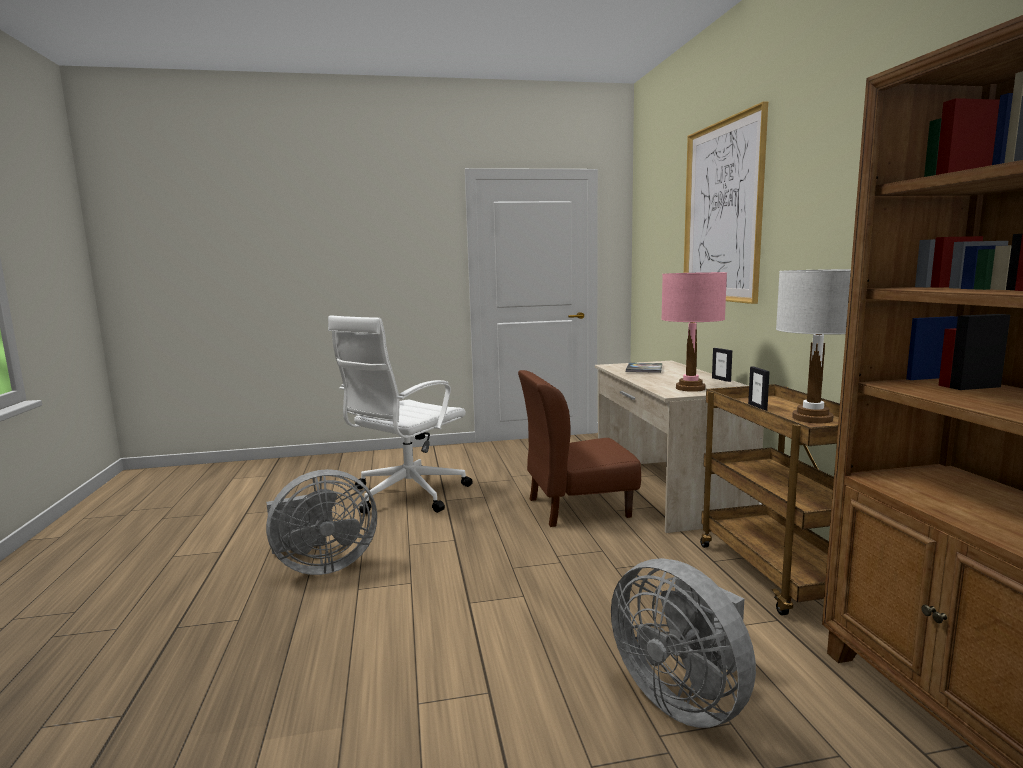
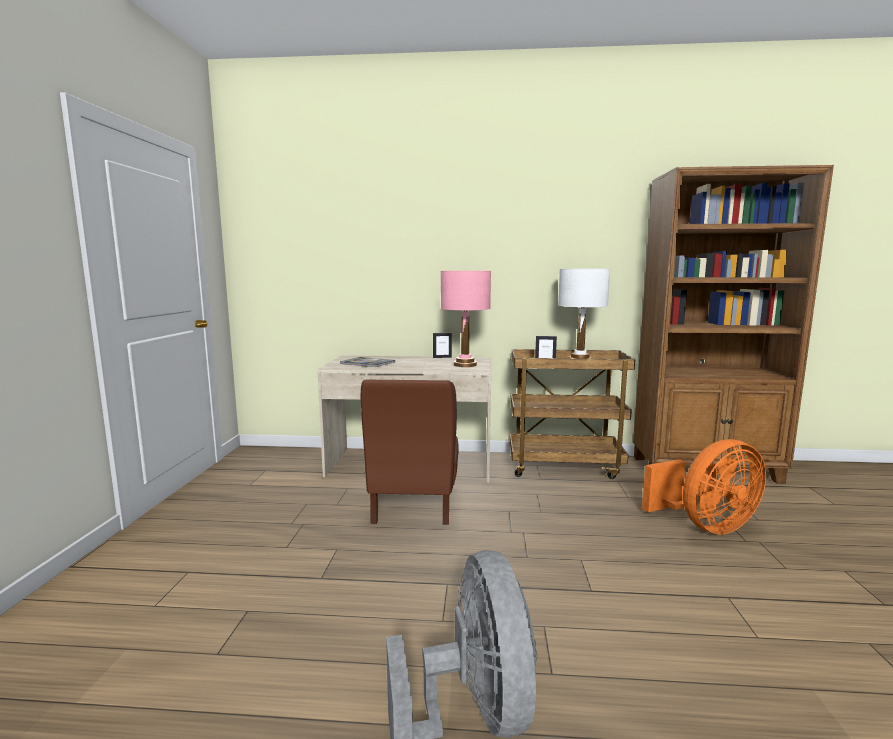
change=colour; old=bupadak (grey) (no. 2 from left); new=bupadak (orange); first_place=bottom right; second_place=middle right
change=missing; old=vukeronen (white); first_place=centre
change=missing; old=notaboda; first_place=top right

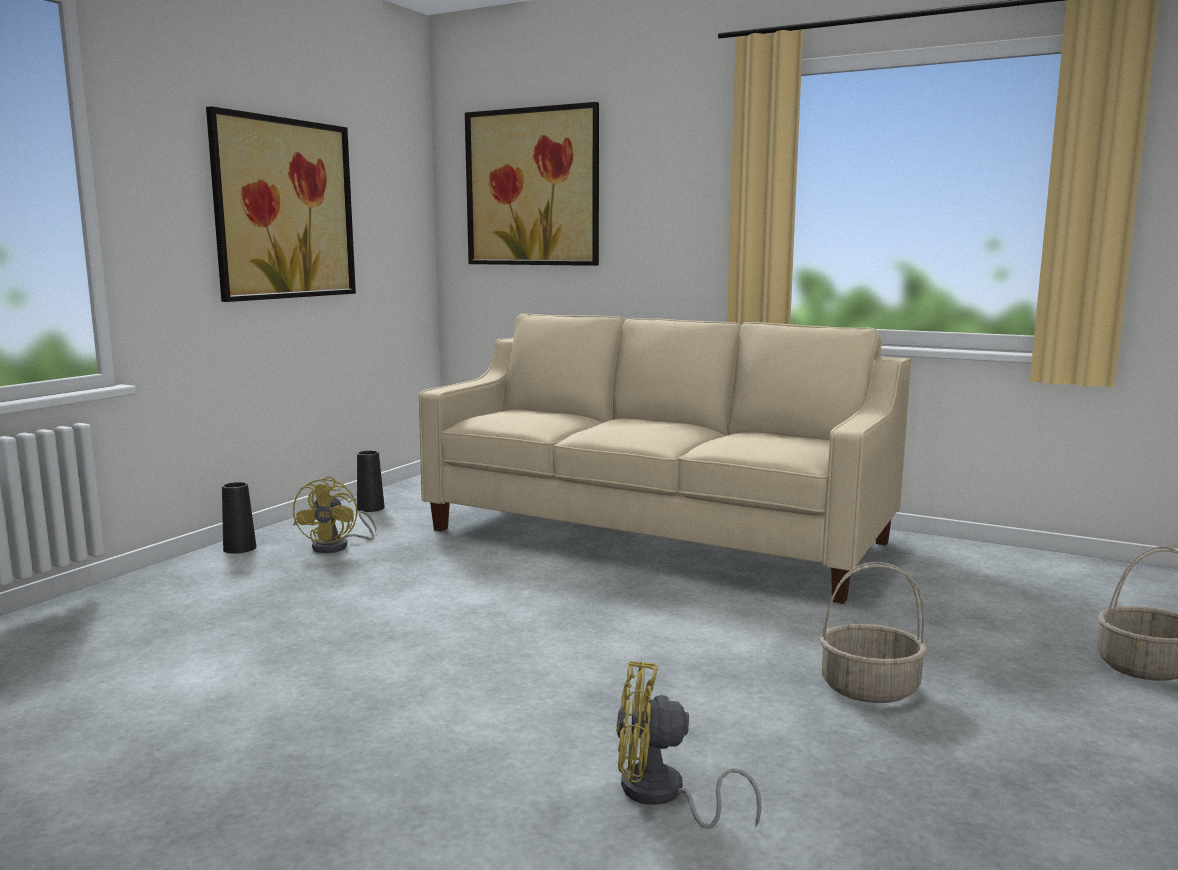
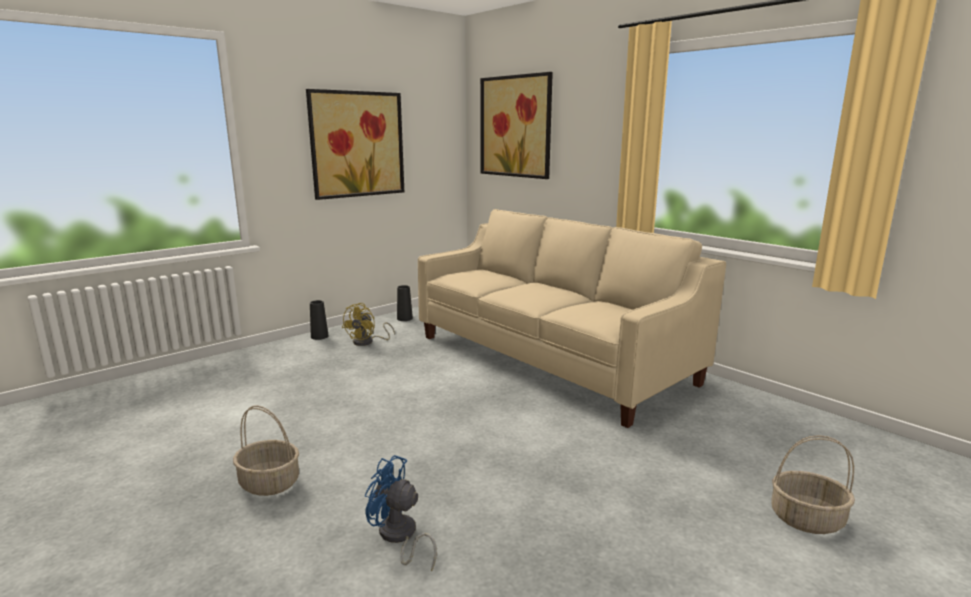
change=relocated; old=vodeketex (no. 1 from left); first_place=bottom right; second_place=bottom left
change=colour; old=bupadak (yellow) (no. 2 from left); new=bupadak (blue); first_place=bottom centre; second_place=bottom centre

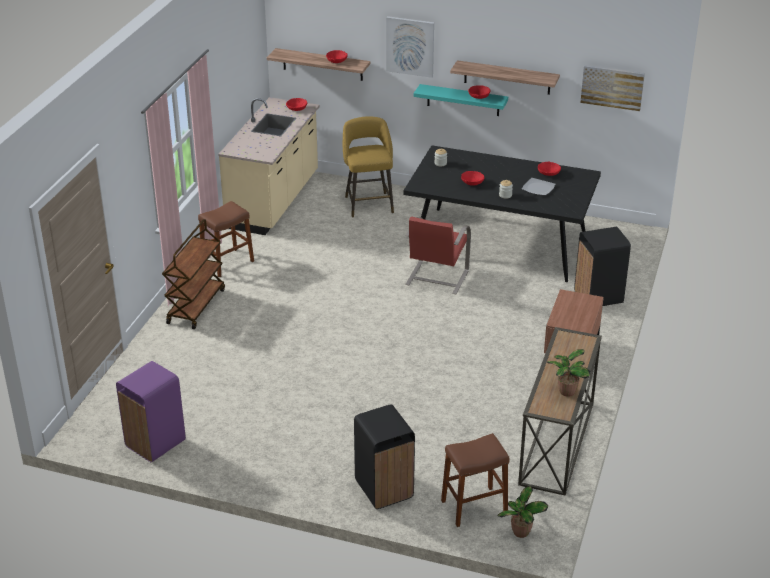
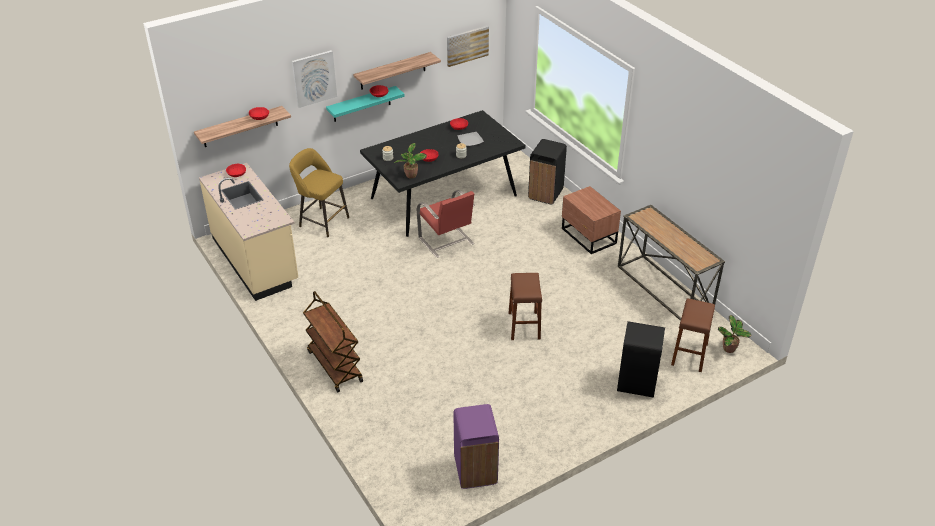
change=relocated; old=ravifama (no. 2 from left in the first image); new=ravifama (no. 1 from left); first_place=middle right; second_place=top centre
change=relocated; old=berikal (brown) (no. 1 from left); first_place=middle left; second_place=centre

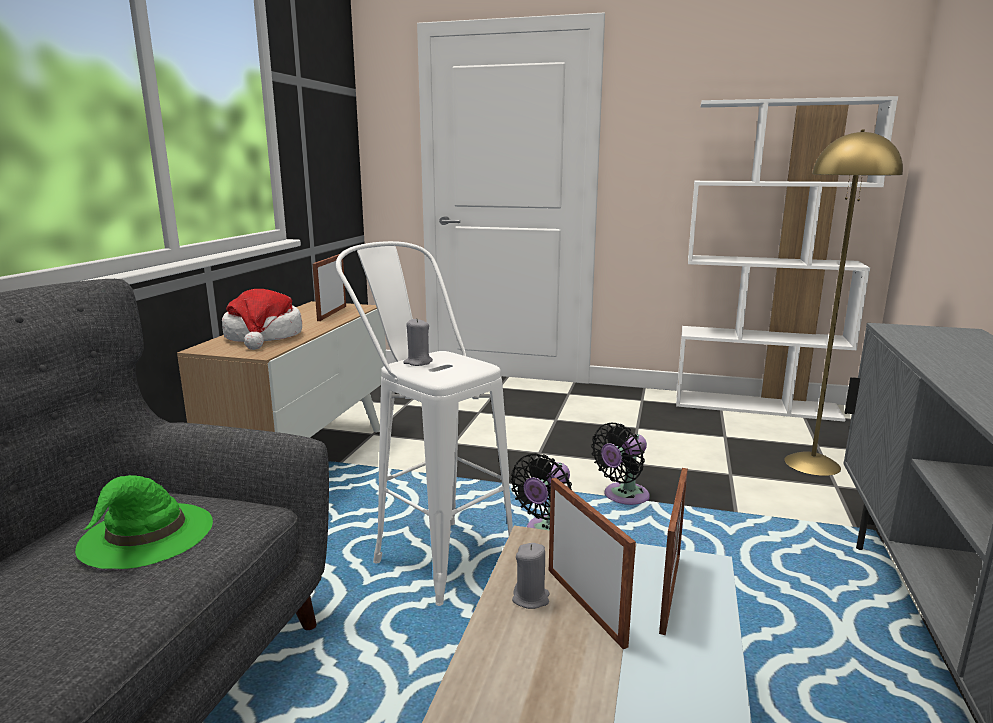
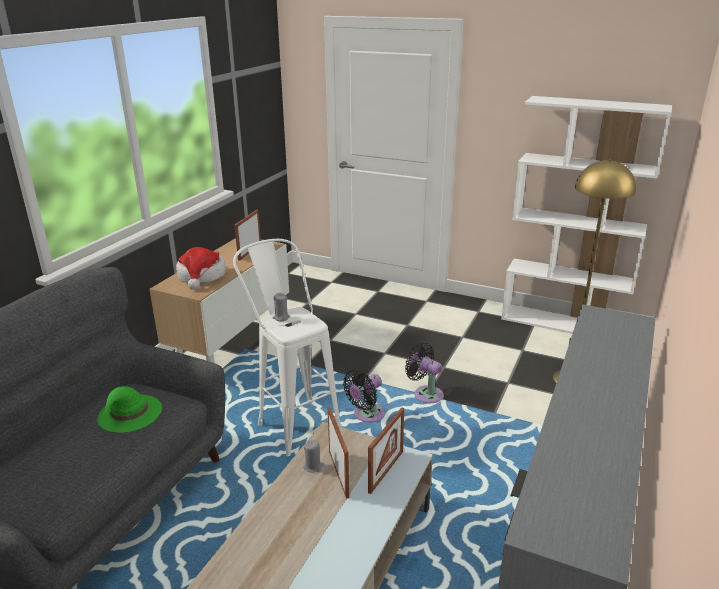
change=spun; old=bupadak (black) (no. 2 from left); first_place=centre; second_place=centre; degrees=75

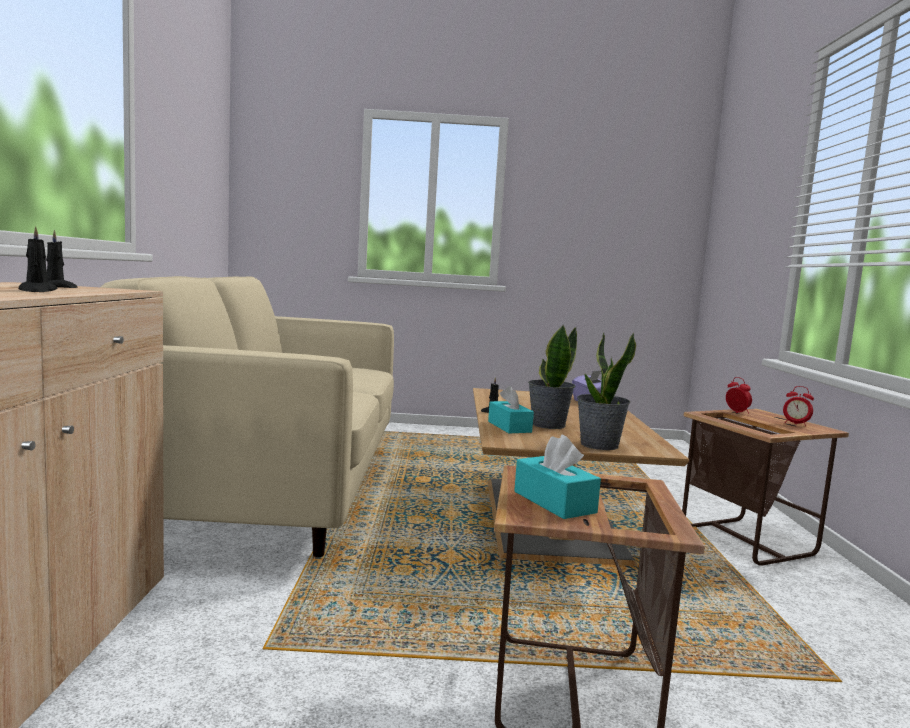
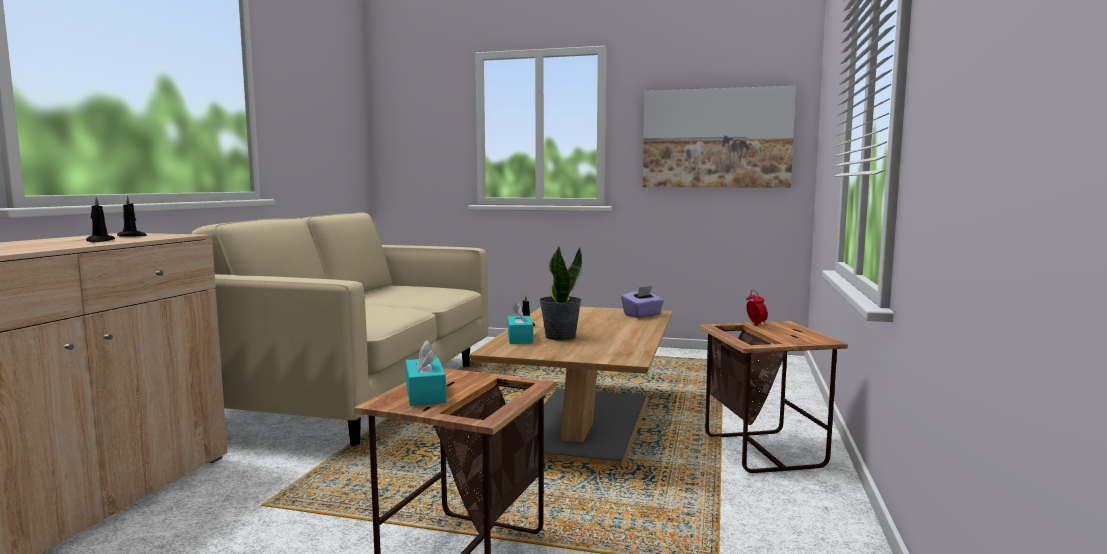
change=appeared; new=notaboda; second_place=top centre
change=missing; old=ravifama (no. 2 from left); first_place=centre
change=missing; old=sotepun (no. 2 from left); first_place=middle right

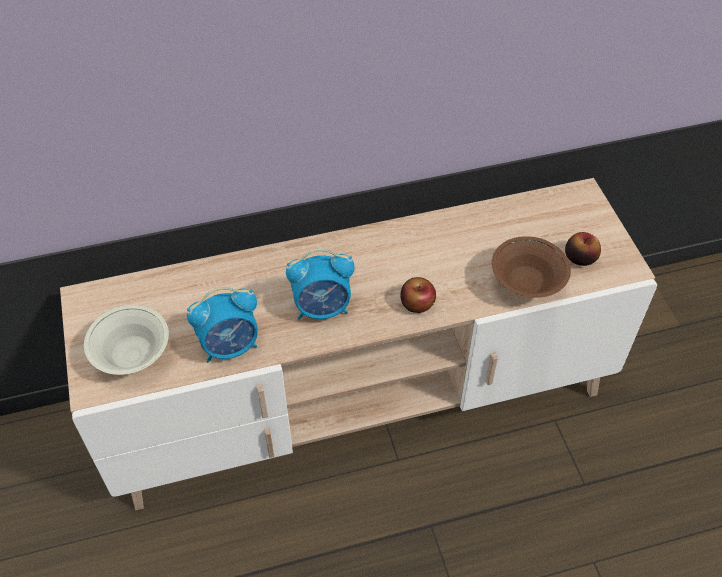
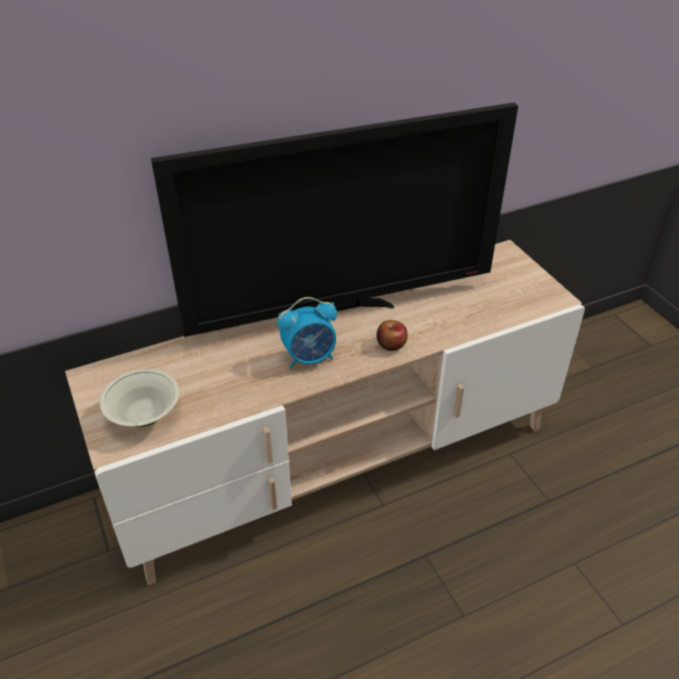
change=appeared; new=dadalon; second_place=top centre
change=missing; old=sotepun (no. 1 from left); first_place=middle left
change=missing; old=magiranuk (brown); first_place=middle right
change=missing; old=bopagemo (no. 2 from left); first_place=middle right

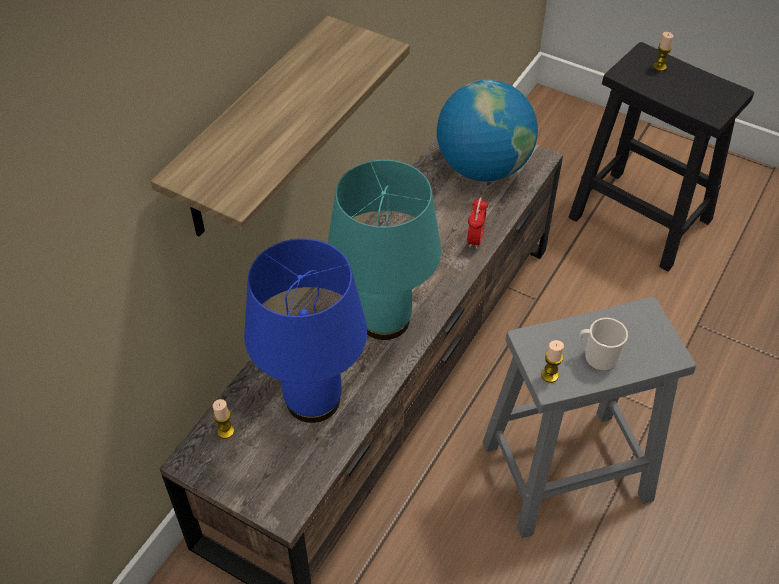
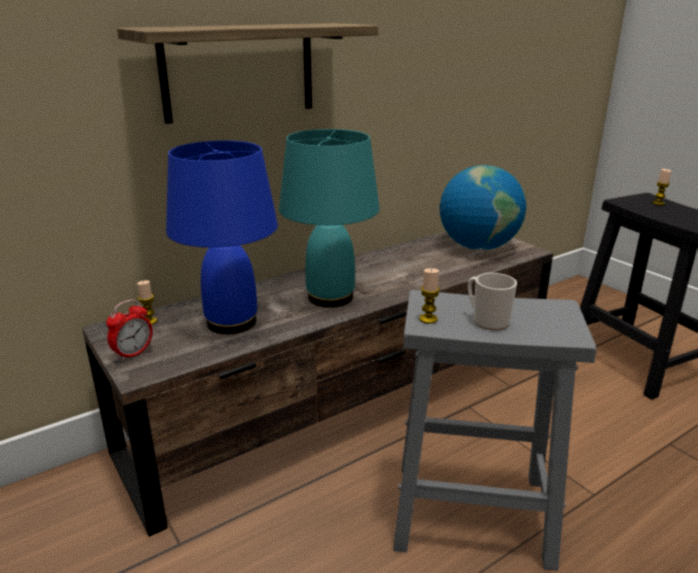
change=relocated; old=sotepun; first_place=centre; second_place=middle left

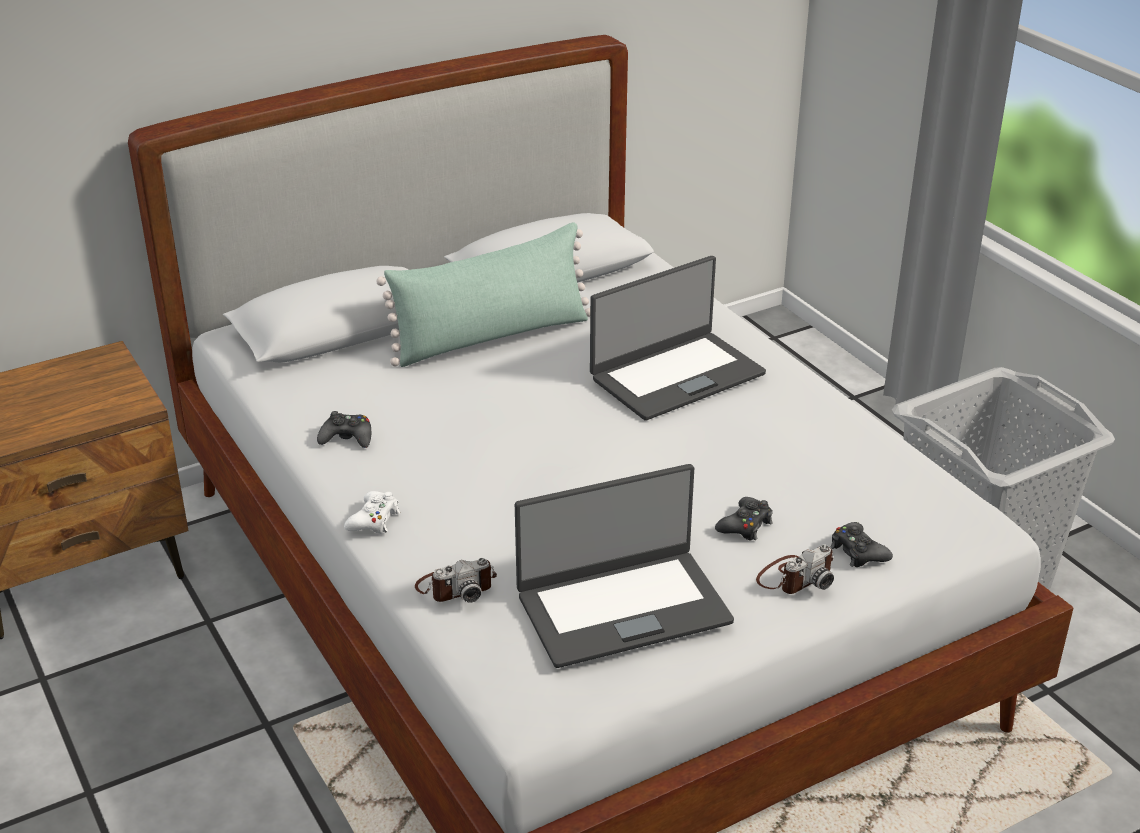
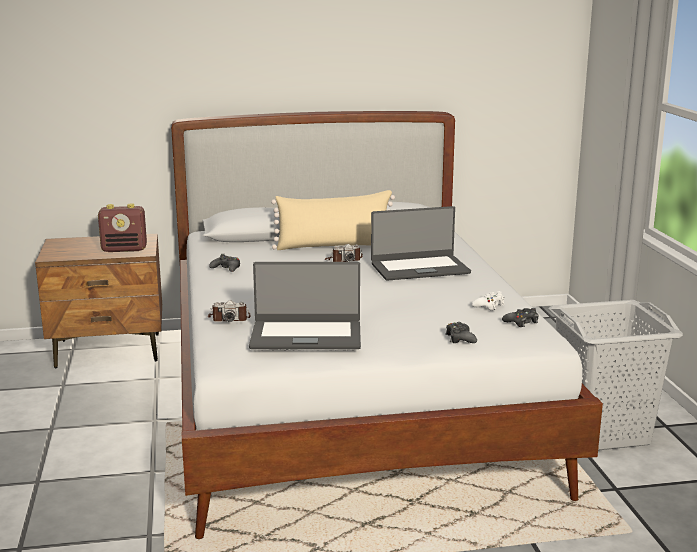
change=appeared; new=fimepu; second_place=middle left
change=colour; old=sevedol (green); new=sevedol (beige); first_place=centre; second_place=centre
change=relocated; old=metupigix (no. 2 from left); first_place=bottom right; second_place=centre
change=relocated; old=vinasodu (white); first_place=middle left; second_place=middle right
change=relocated; old=vinasodu (black) (no. 2 from left in the first image); new=vinasodu (black) (no. 3 from left); first_place=centre; second_place=middle right

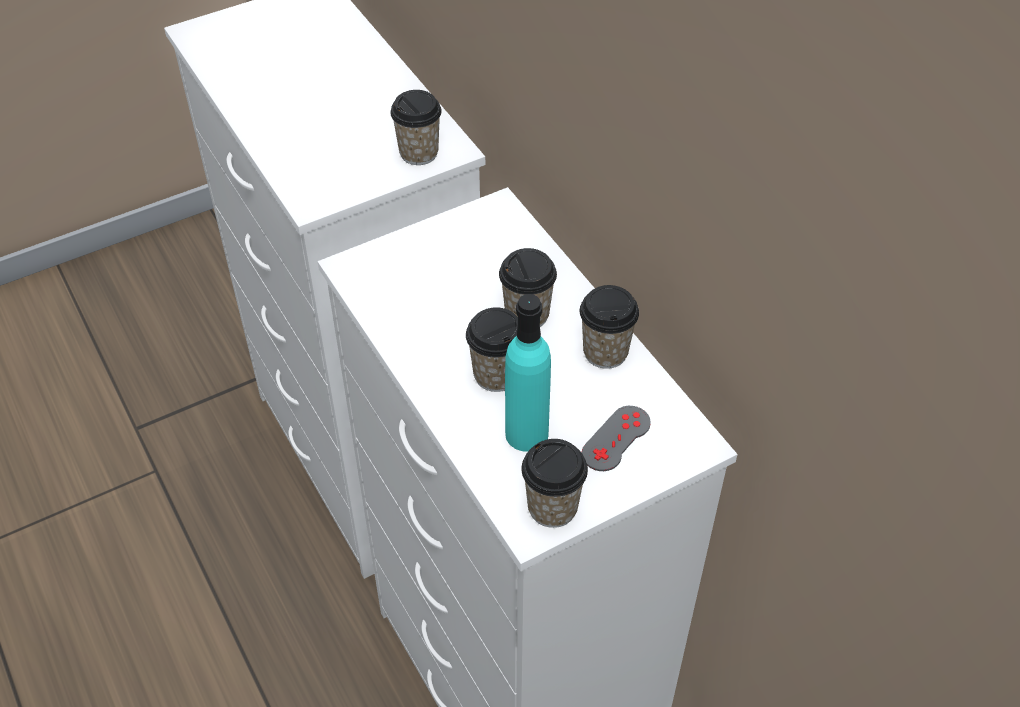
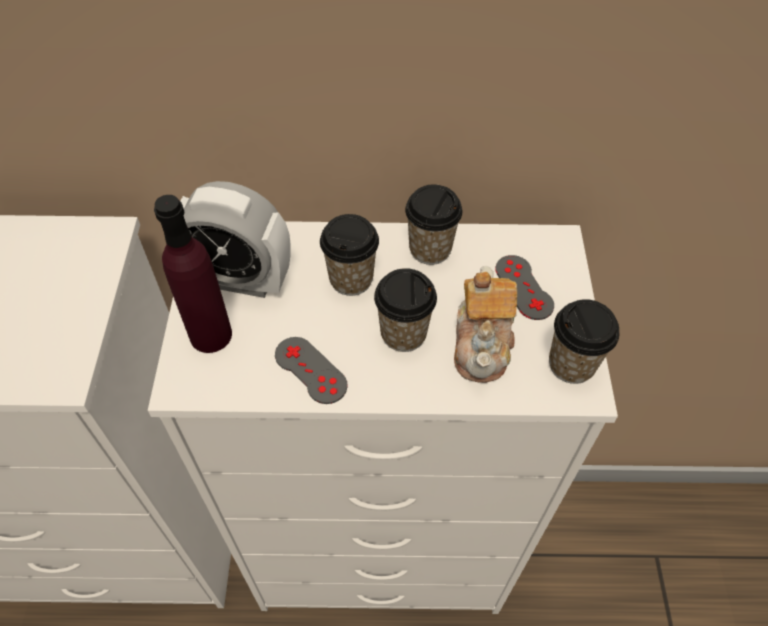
change=appeared; new=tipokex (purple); second_place=middle left
change=appeared; new=sotepun; second_place=middle left
change=appeared; new=vinasodu (grey) (no. 1 from left); second_place=centre
change=exchanged; old=tipokex (turquoise); new=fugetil; first_place=centre; second_place=centre
change=missing; old=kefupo (no. 1 from left); first_place=top centre

